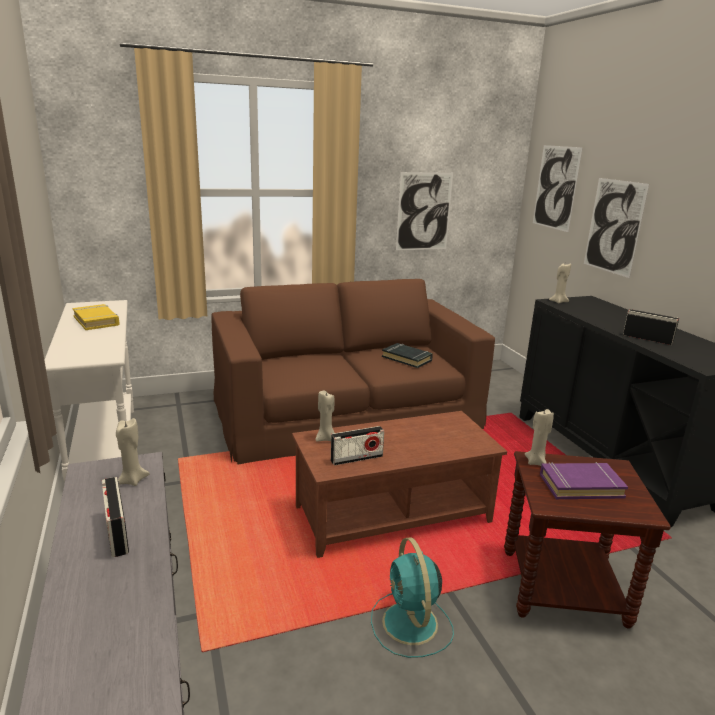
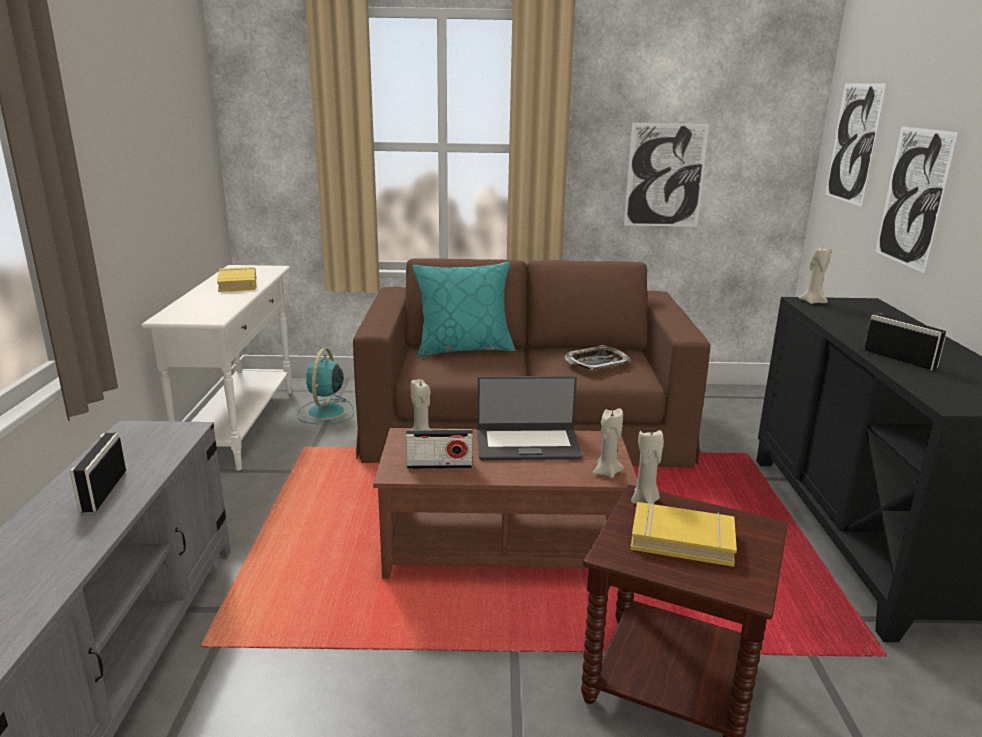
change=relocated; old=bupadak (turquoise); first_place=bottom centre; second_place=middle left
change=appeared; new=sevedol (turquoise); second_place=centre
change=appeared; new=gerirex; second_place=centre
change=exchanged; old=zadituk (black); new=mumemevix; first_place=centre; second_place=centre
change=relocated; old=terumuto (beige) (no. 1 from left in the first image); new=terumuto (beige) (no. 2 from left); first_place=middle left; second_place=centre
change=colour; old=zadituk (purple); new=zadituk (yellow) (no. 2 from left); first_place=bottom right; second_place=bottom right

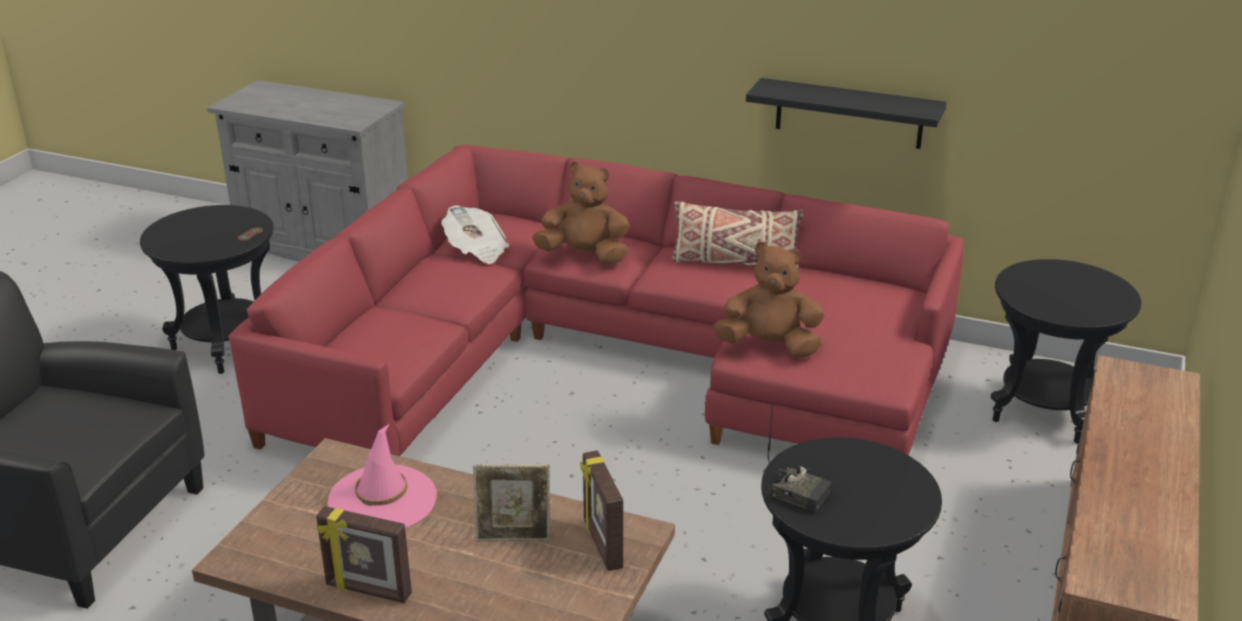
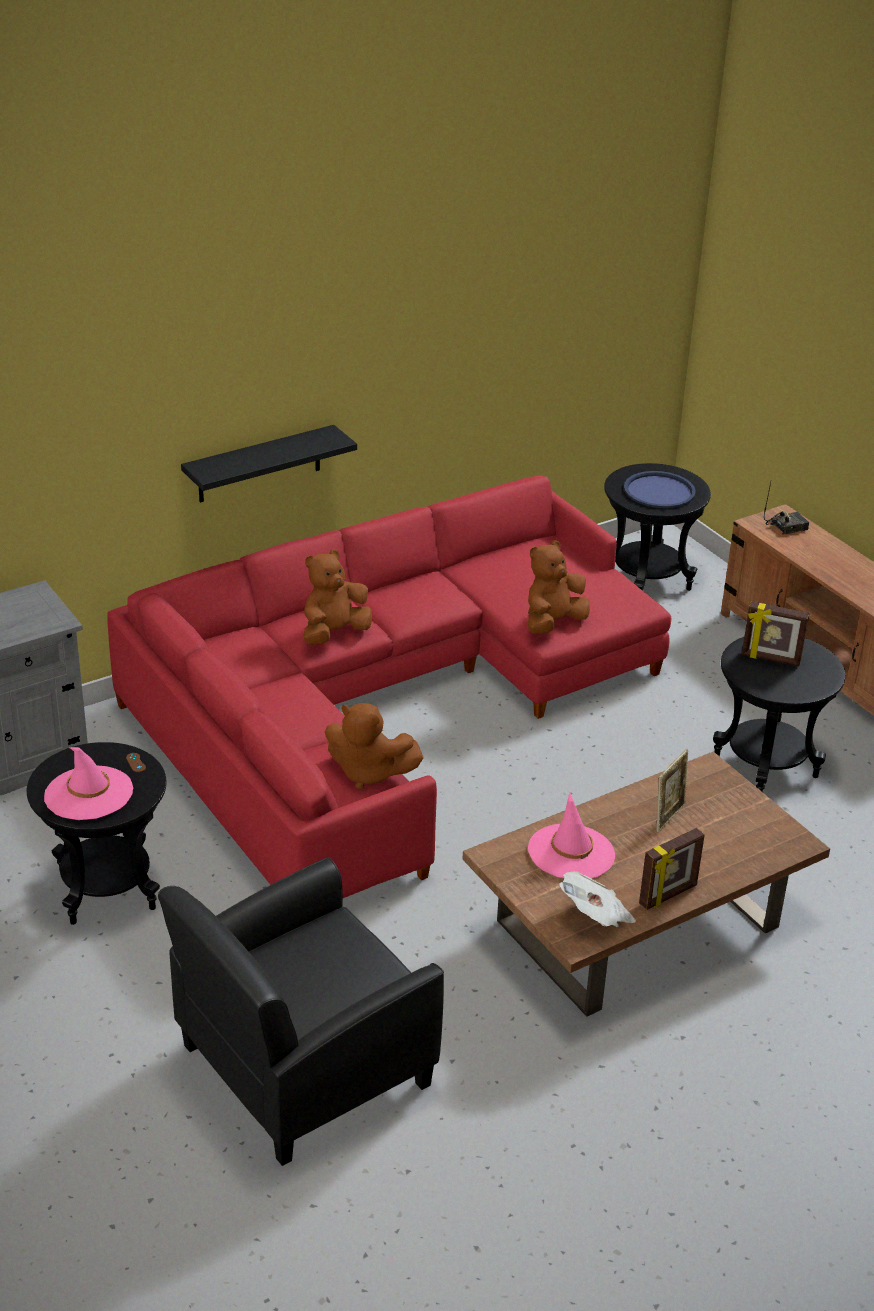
change=appeared; new=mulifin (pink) (no. 1 from left); second_place=middle left
change=relocated; old=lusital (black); first_place=top right; second_place=middle left
change=appeared; new=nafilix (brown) (no. 2 from left); second_place=centre
change=relocated; old=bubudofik; first_place=centre; second_place=bottom right
change=appeared; new=mumemevix (blue); second_place=middle right
change=relocated; old=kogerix (no. 3 from left); first_place=bottom centre; second_place=middle right
change=relocated; old=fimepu; first_place=bottom centre; second_place=middle right
change=missing; old=sevedol (beige); first_place=centre

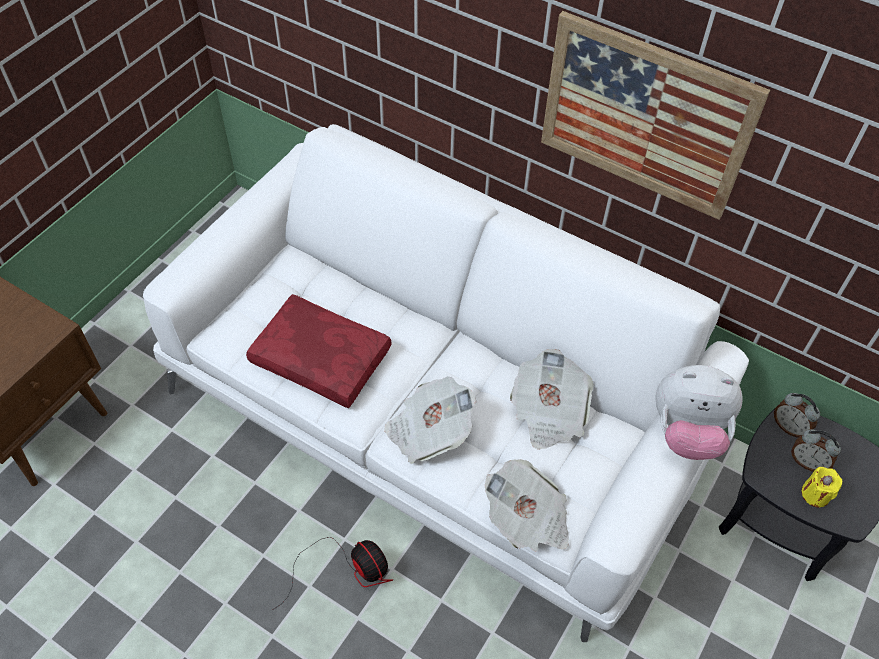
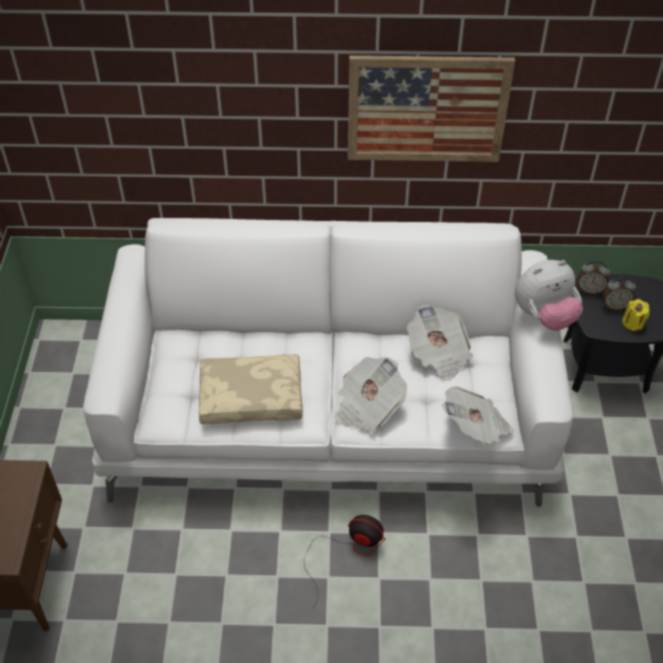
change=colour; old=sevedol (red); new=sevedol (beige); first_place=centre; second_place=centre

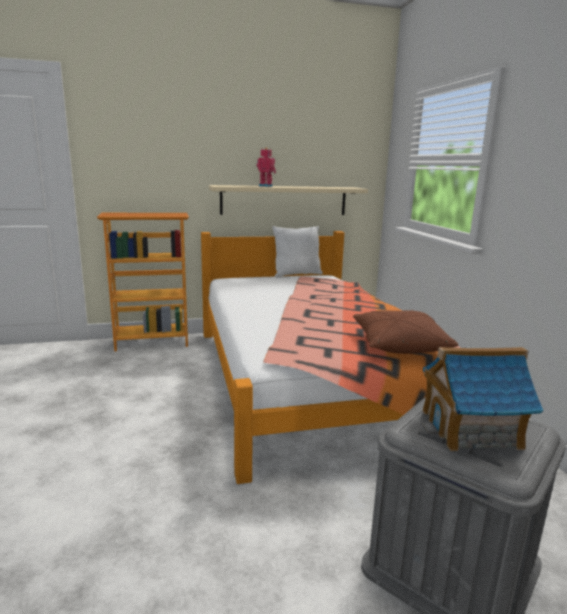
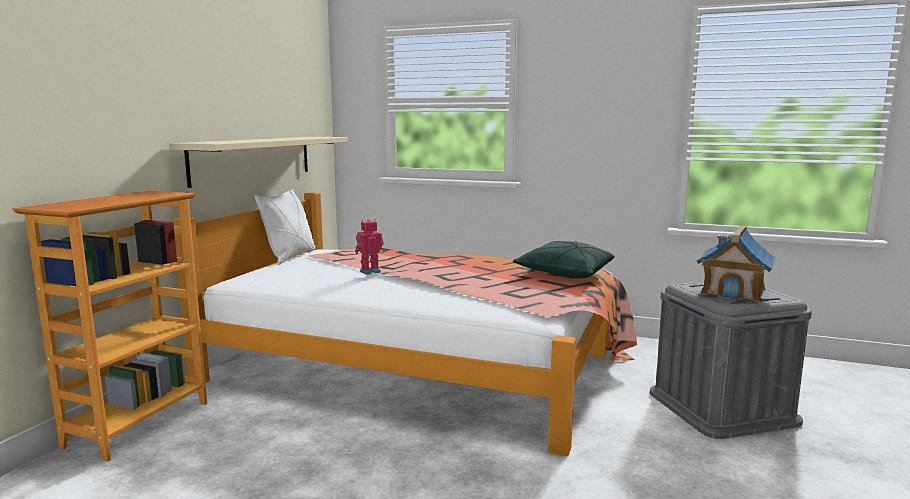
change=relocated; old=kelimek; first_place=top centre; second_place=centre
change=colour; old=sevedol (brown); new=sevedol (green); first_place=middle right; second_place=centre

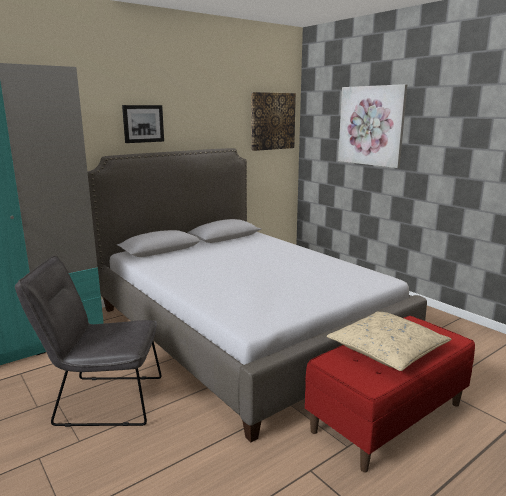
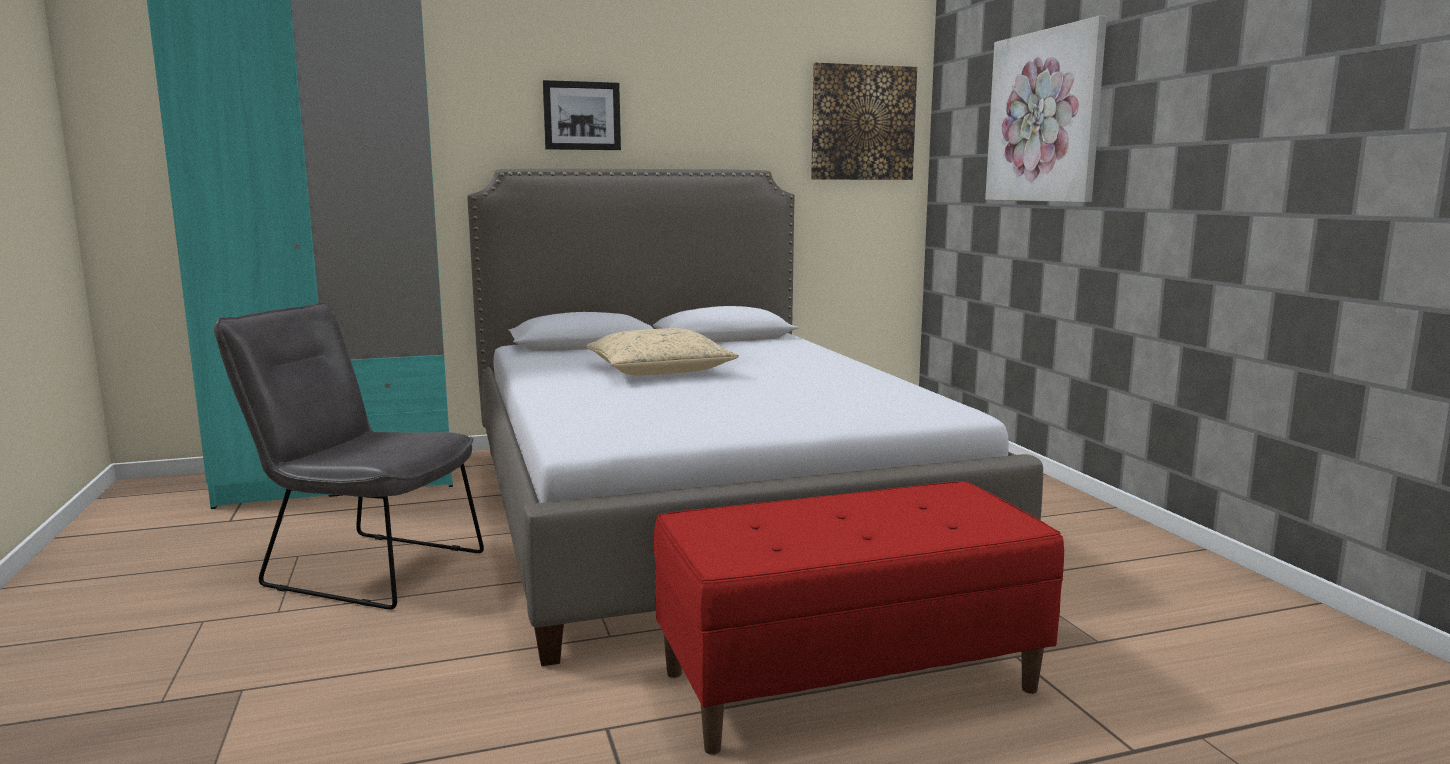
change=relocated; old=sevedol (beige); first_place=bottom right; second_place=centre

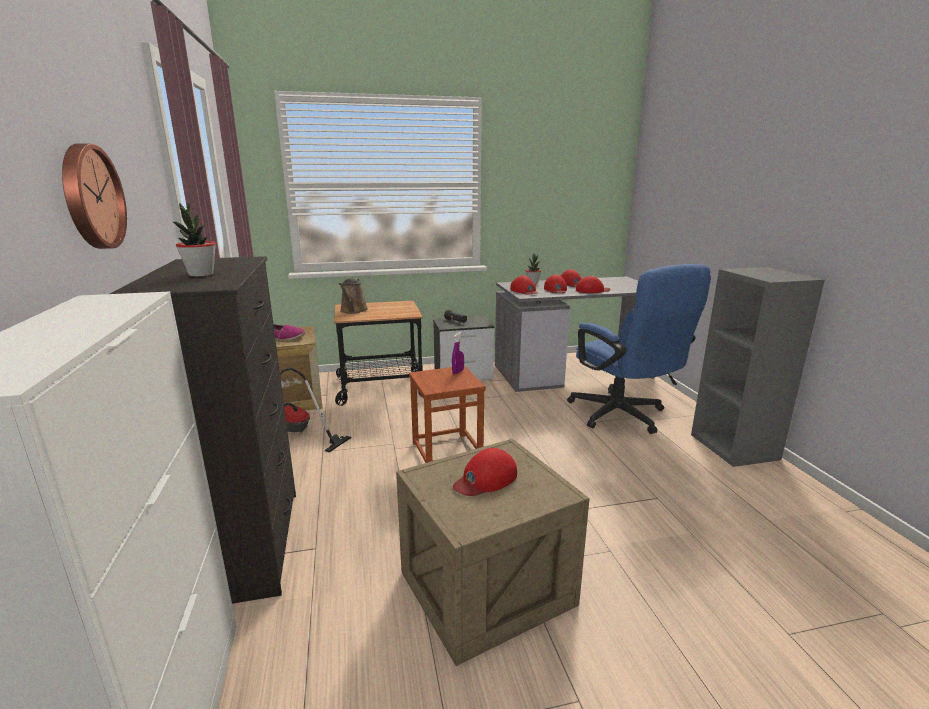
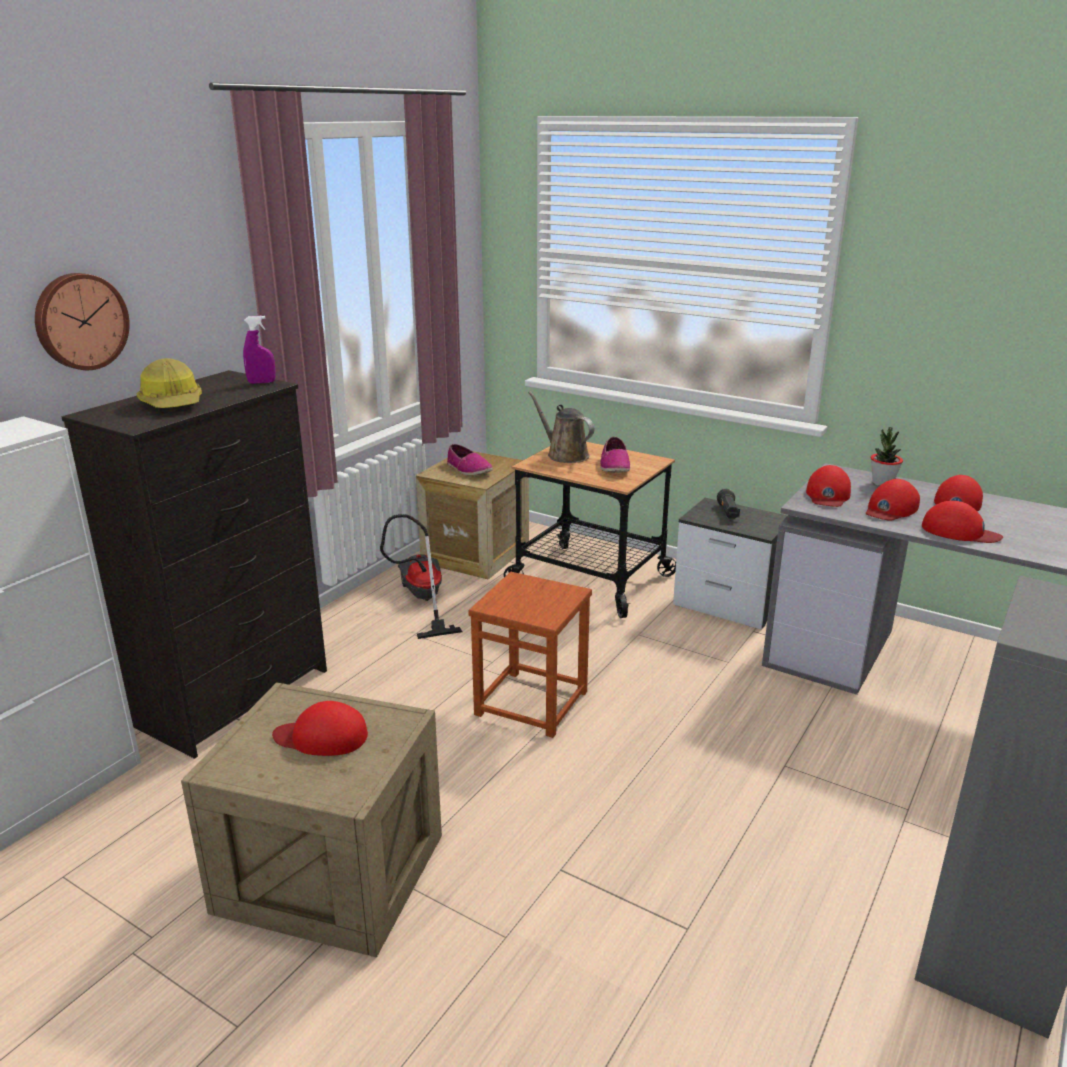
change=exchanged; old=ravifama (no. 1 from left); new=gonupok; first_place=middle left; second_place=middle left
change=relocated; old=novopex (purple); first_place=centre; second_place=top left
change=spun; old=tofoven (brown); first_place=centre; second_place=centre; degrees=90
change=appeared; new=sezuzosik (no. 2 from left); second_place=centre
change=missing; old=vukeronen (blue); first_place=middle right

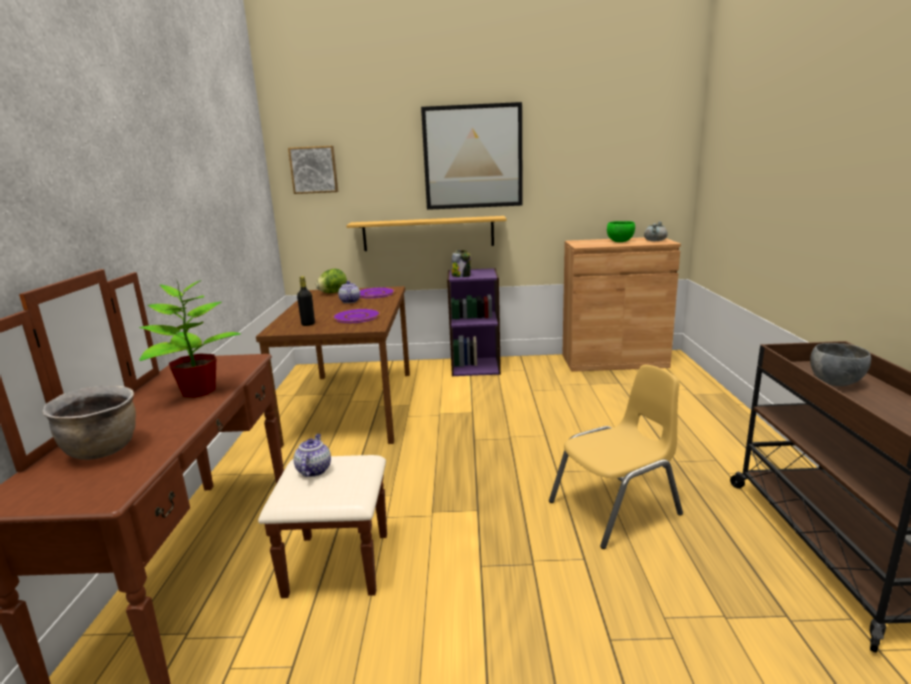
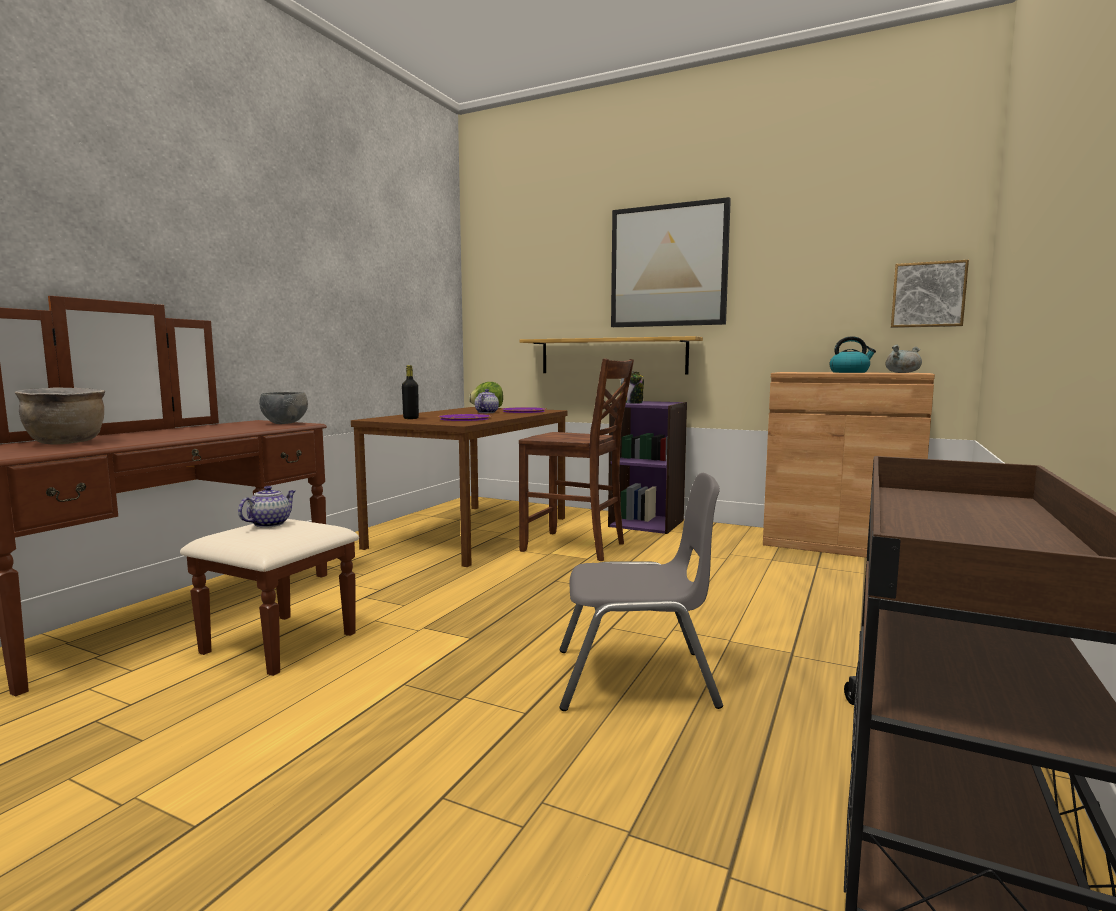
change=relocated; old=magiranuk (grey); first_place=middle right; second_place=middle left
change=appeared; new=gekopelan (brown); second_place=centre
change=colour; old=gekopelan (yellow); new=gekopelan (grey); first_place=bottom right; second_place=centre
change=exchanged; old=magiranuk (green); new=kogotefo; first_place=middle right; second_place=middle right
change=relocated; old=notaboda (no. 1 from left in the first image); new=notaboda (no. 2 from left); first_place=top centre; second_place=top right
change=missing; old=ravifama; first_place=middle left

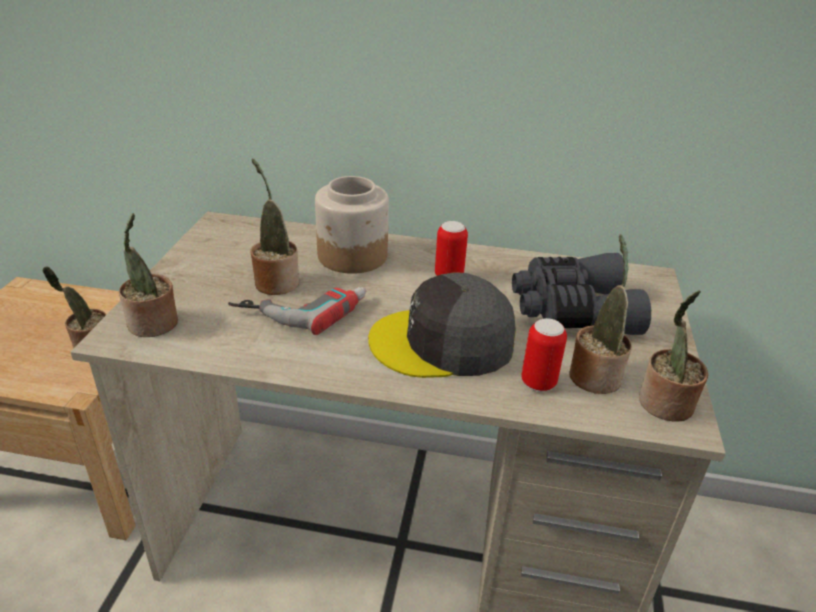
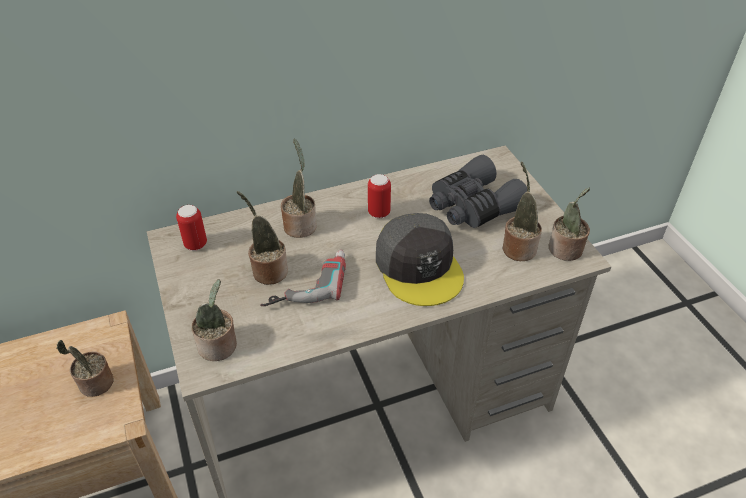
change=relocated; old=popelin (no. 2 from left in the first image); new=popelin (no. 1 from left); first_place=middle right; second_place=middle left
change=exchanged; old=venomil; new=ravifama (no. 4 from left); first_place=centre; second_place=centre
change=spun; old=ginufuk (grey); first_place=centre; second_place=centre; degrees=-75

